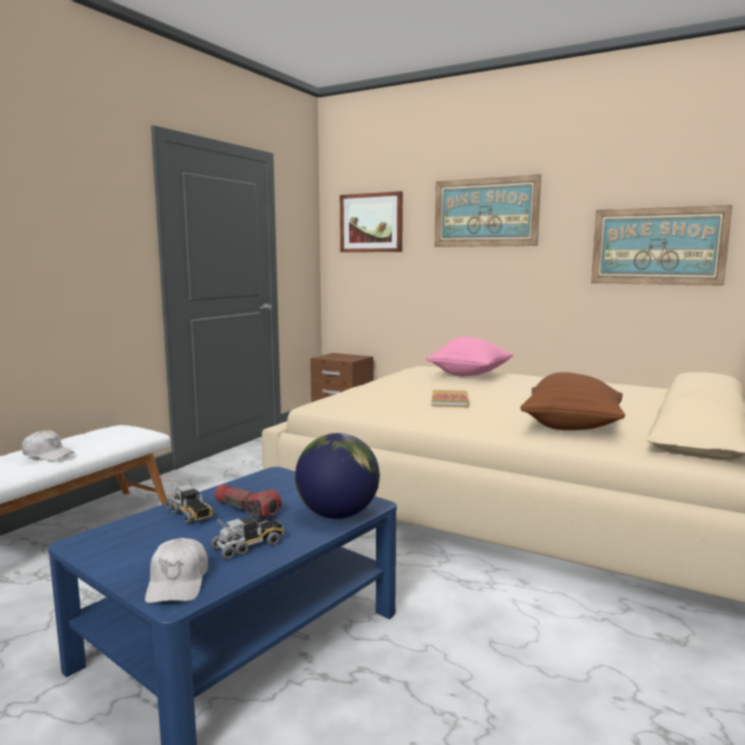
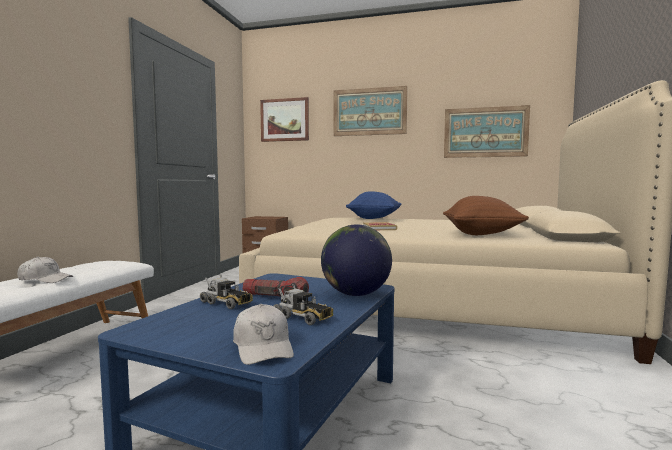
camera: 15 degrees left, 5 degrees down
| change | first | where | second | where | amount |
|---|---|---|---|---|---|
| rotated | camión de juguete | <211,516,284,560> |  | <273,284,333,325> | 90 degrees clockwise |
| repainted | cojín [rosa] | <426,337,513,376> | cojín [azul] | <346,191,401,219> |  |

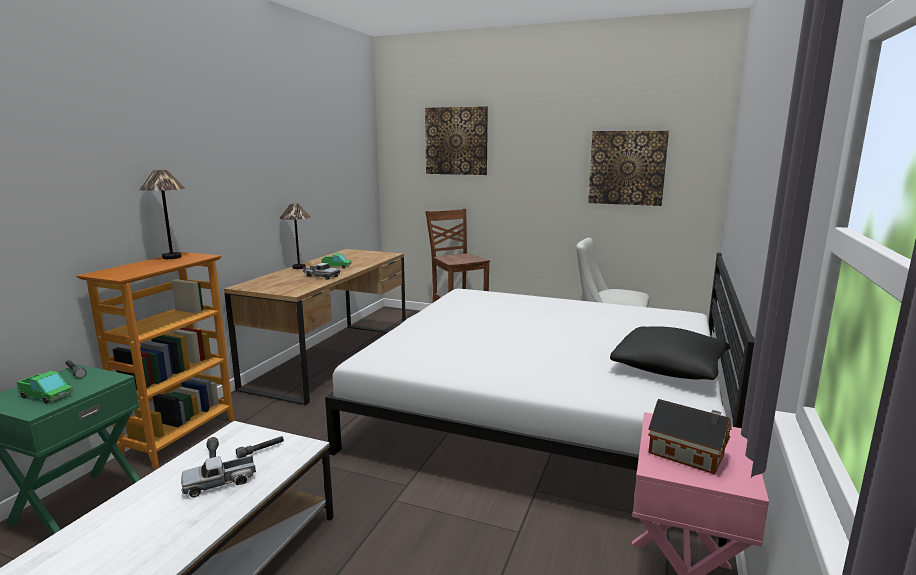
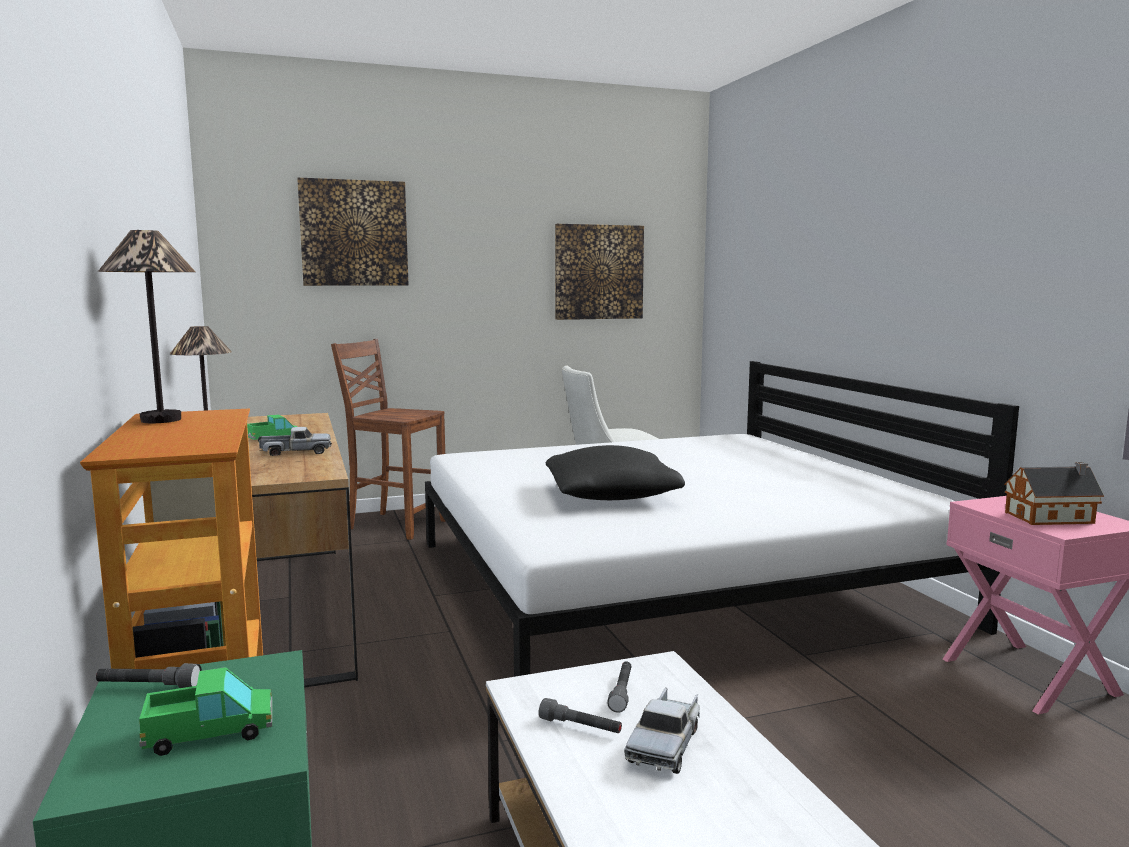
camera: 40 degrees left, 5 degrees down
| change | first | where | second | where | amount |
|---|---|---|---|---|---|
| shifted | cojín [negro] | <610,326,730,380> |  | <546,445,685,500> |  |

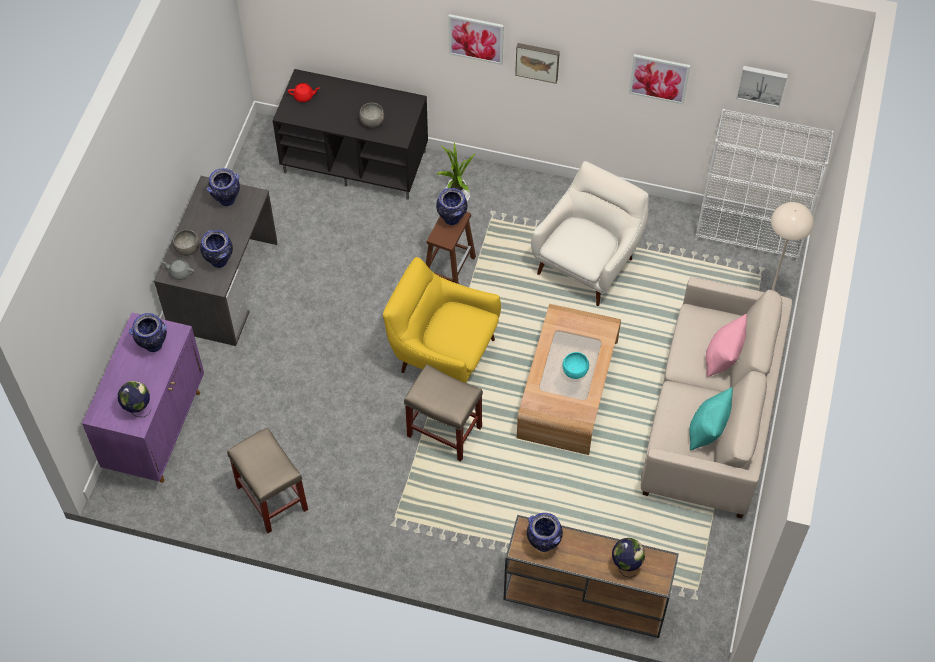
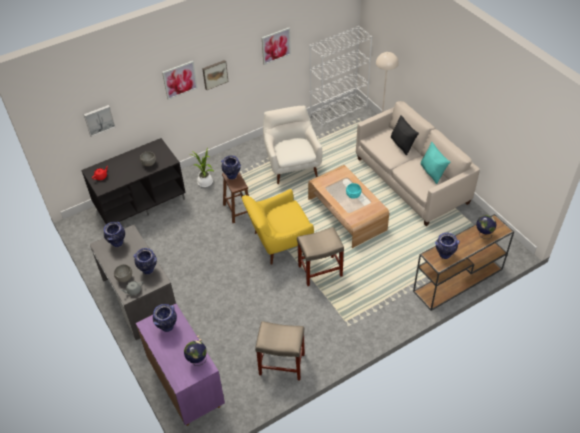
camera: 45 degrees left, 10 degrees down
| change | first | where | second | where | amount |
|---|---|---|---|---|---|
| repainted | cojín [rosa] | <706,314,747,377> | cojín [negro] | <391,115,419,155> |  |
| shifted | cuadro | <736,66,788,108> |  | <83,105,115,137> |  |

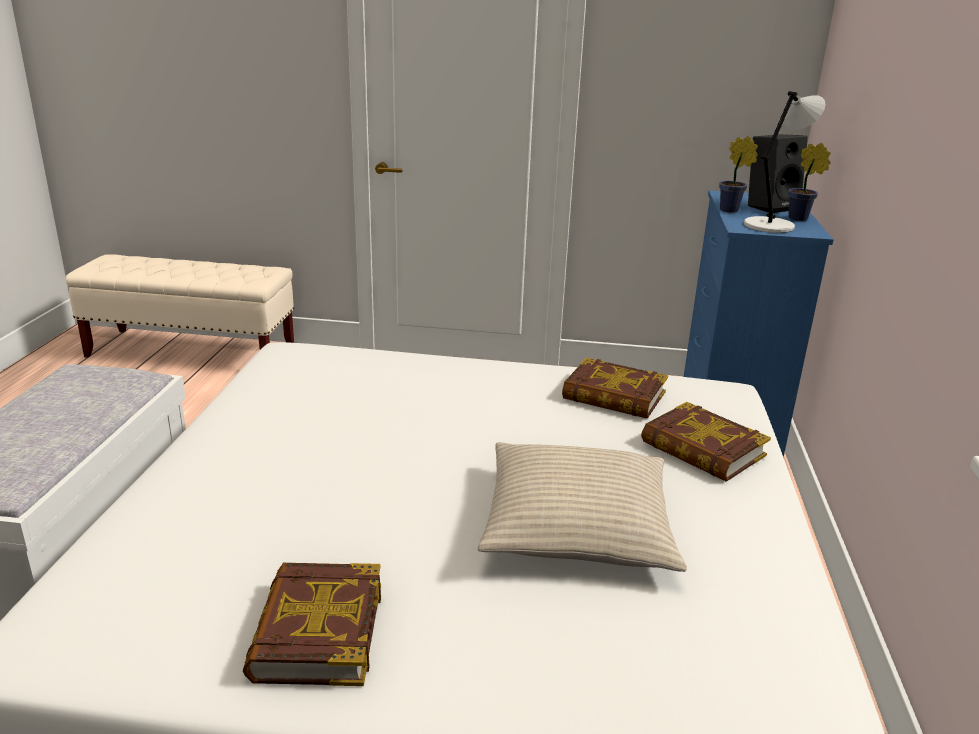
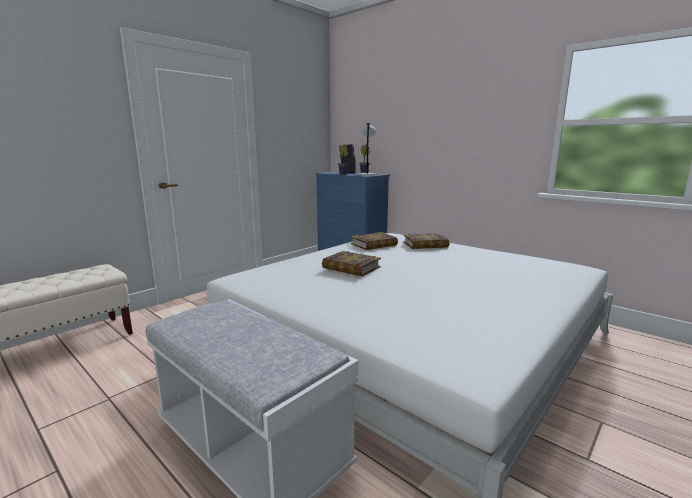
camera: 55 degrees left, 10 degrees down
| change | first | where | second | where | amount |
|---|---|---|---|---|---|
| shifted | libro | <243,563,381,686> |  | <322,251,381,276> |  |
| gone | cojín [beis] | <478,442,687,572> |  |  |  |

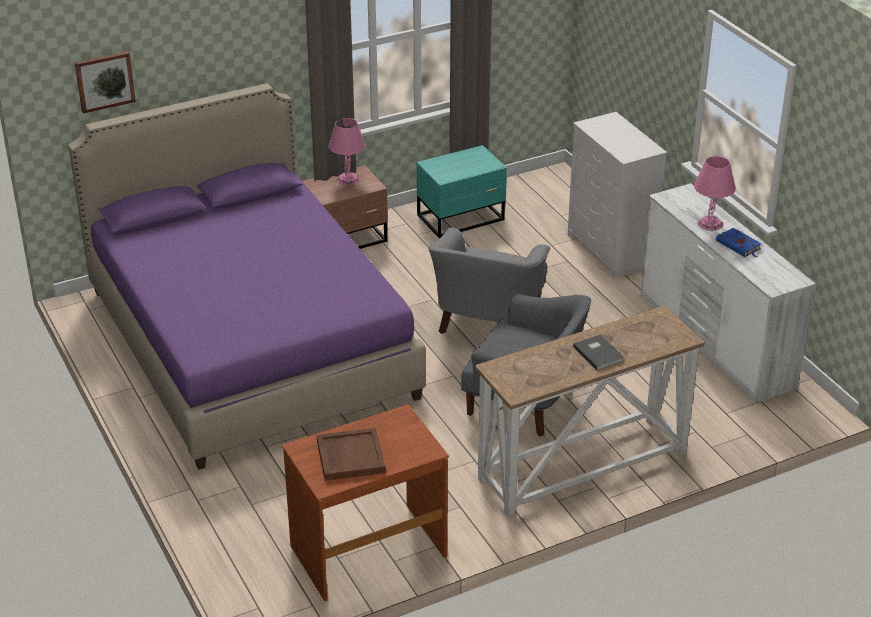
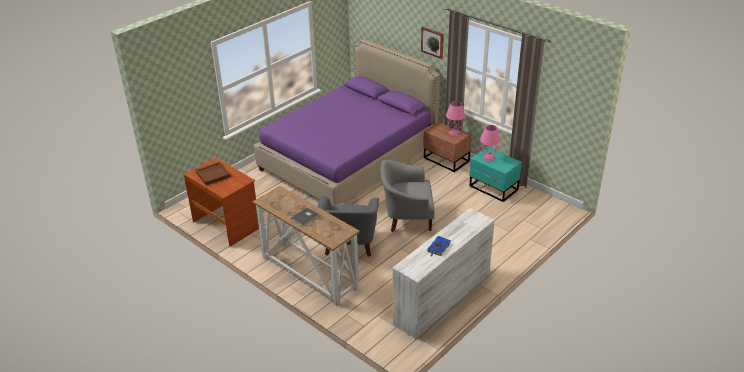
camera: 70 degrees right, 0 degrees up
| change | first | where | second | where | amount |
|---|---|---|---|---|---|
| shifted | cuadro | <75,51,136,114> |  | <421,27,444,59> |  |
| gone | cómoda [blanco] | <568,112,667,279> |  |  |  |
| shifted | lámpara de mesa [rosa] | <694,156,736,231> |  | <480,125,501,161> |  |

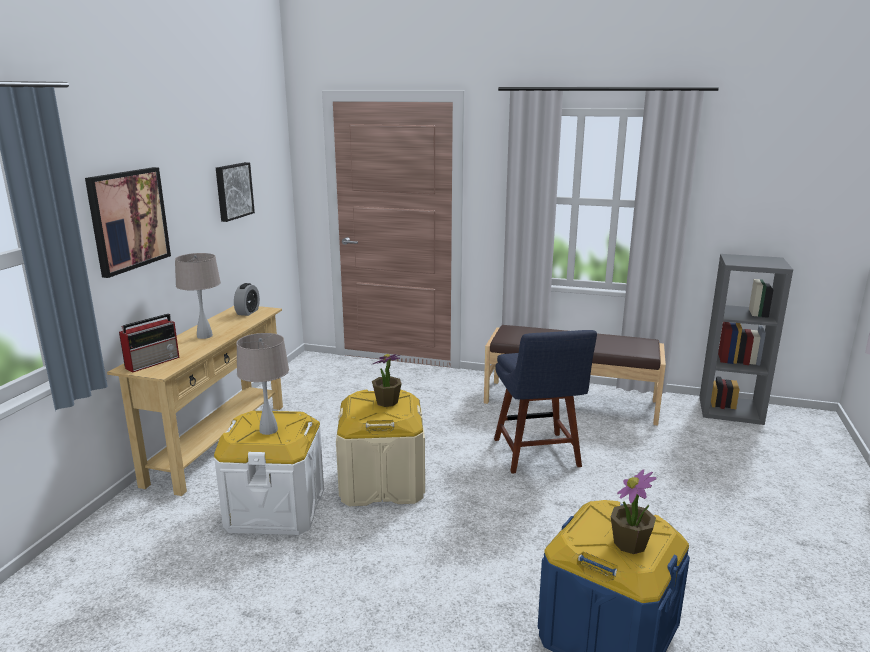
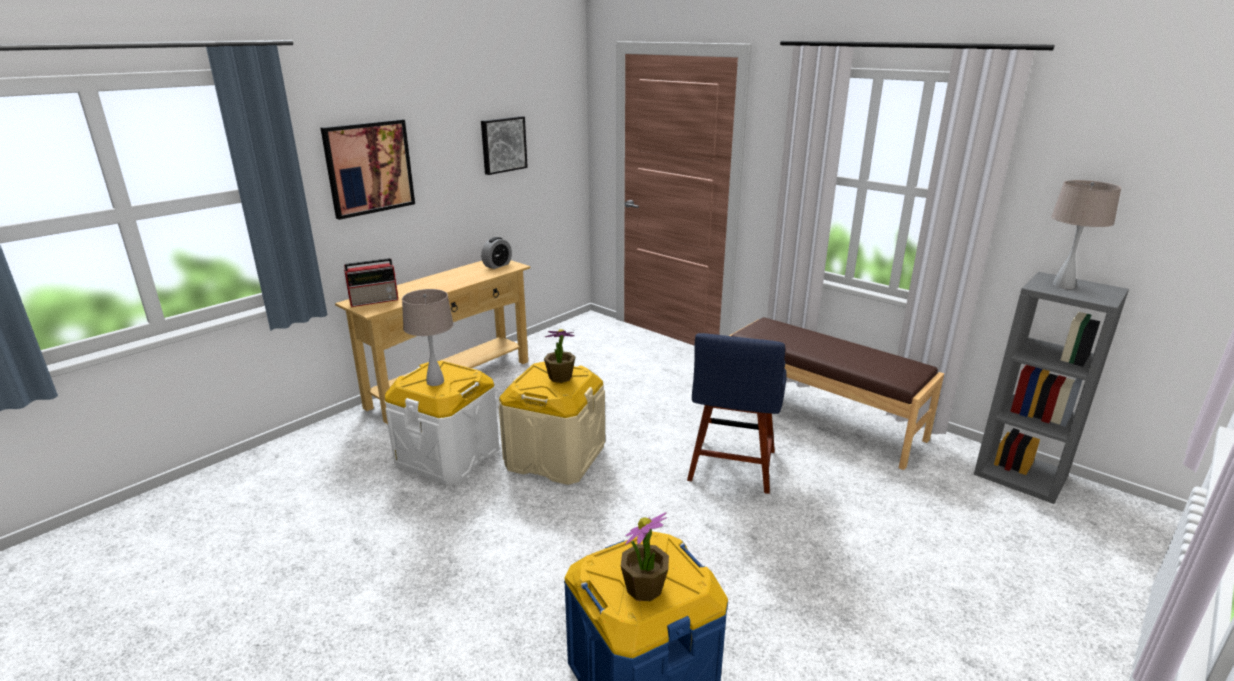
camera: 25 degrees right, 5 degrees up
| change | first | where | second | where | amount |
|---|---|---|---|---|---|
| shifted | lámpara de mesa [beis] | <175,253,221,339> |  | <1051,180,1122,289> |  |

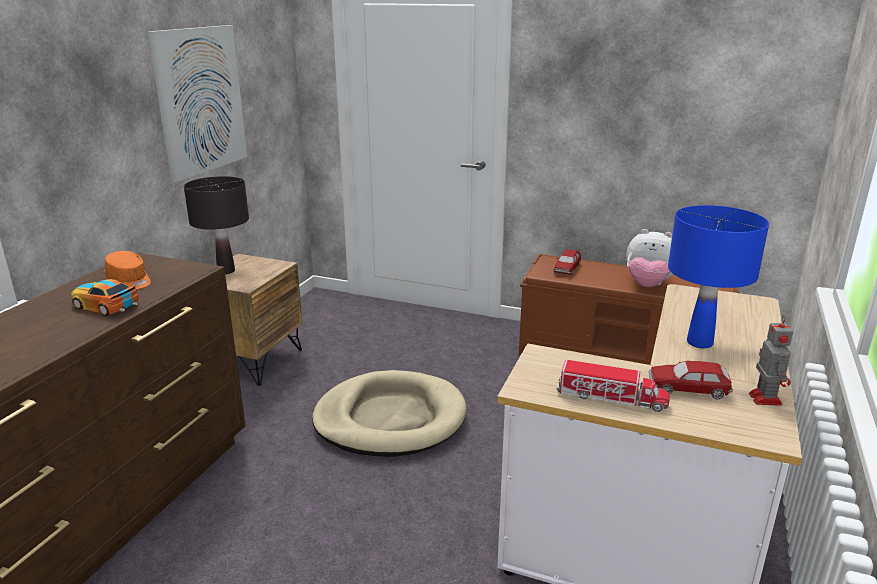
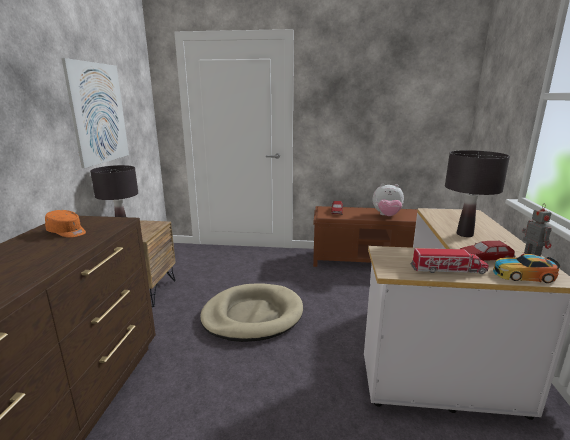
camera: 15 degrees left, 5 degrees down
| change | first | where | second | where | amount |
|---|---|---|---|---|---|
| shifted | coche de juguete | <71,279,138,316> |  | <493,254,560,283> |  |
| repainted | lámpara de mesa [azul] | <668,205,769,348> | lámpara de mesa [negro] | <445,150,510,237> |  |

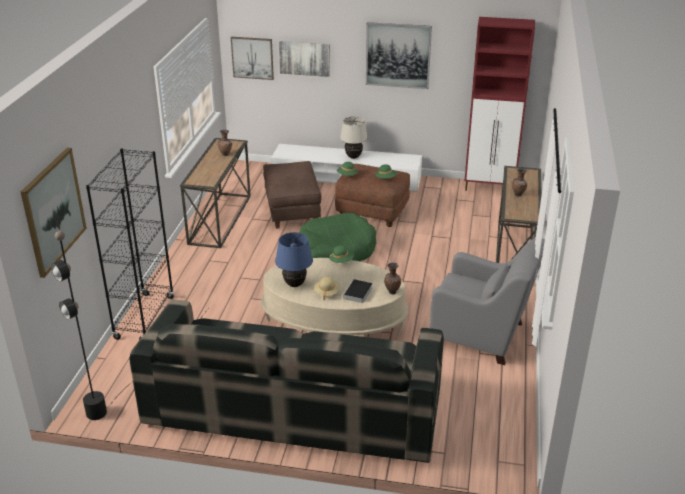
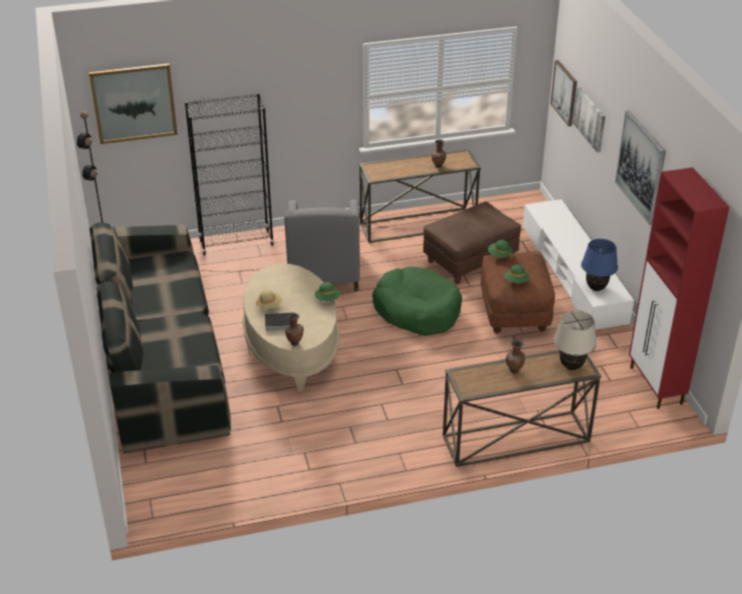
camera: 65 degrees right, 5 degrees up
| change | first | where | second | where | amount |
|---|---|---|---|---|---|
| shifted | lámpara de mesa [azul] | <275,232,313,287> |  | <581,239,618,291> |  |
| shifted | lámpara de mesa [beis] | <340,117,368,159> |  | <554,310,596,370> |  |
| shifted | sillón [gris] | <430,238,545,365> |  | <284,200,360,291> |  |

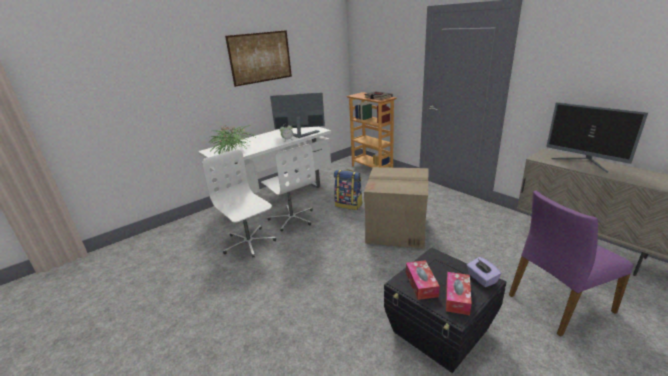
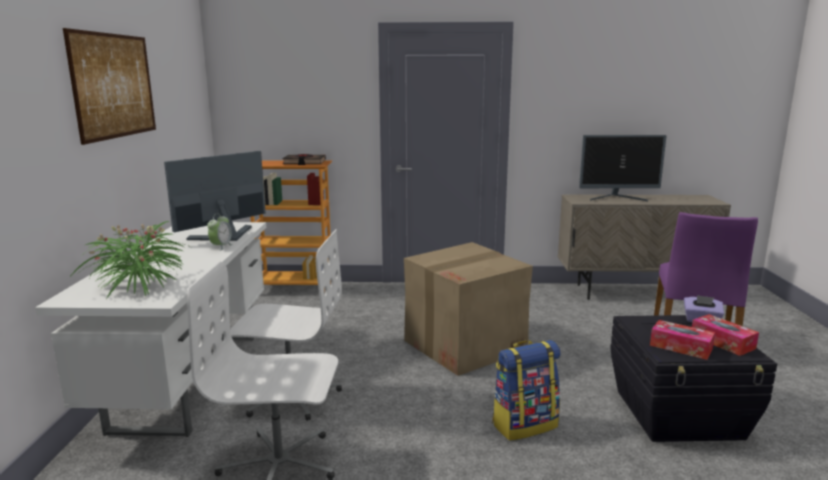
camera: 50 degrees left, 10 degrees down
| change | first | where | second | where | amount |
|---|---|---|---|---|---|
| shifted | mochila | <334,169,363,210> |  | <492,340,560,441> |  |

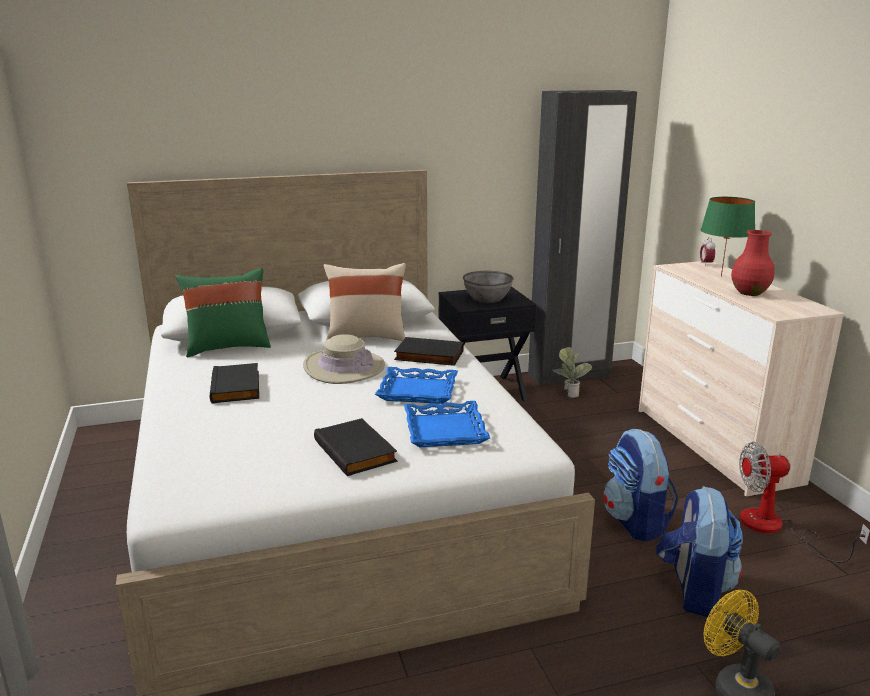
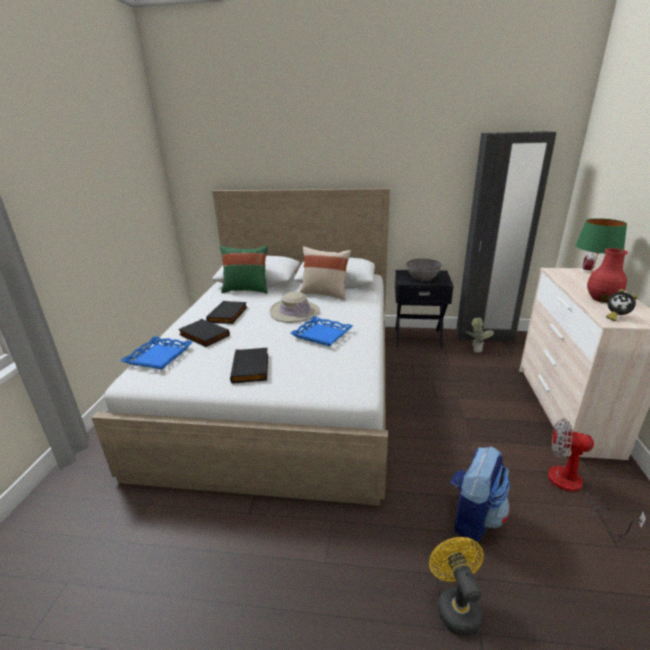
camera: 25 degrees right, 5 degrees up
| change | first | where | second | where | amount |
|---|---|---|---|---|---|
| shifted | libro [negro] | <394,337,464,366> |  | <178,319,230,347> |  |
| shifted | bandeja [azul] | <404,401,490,447> |  | <120,336,192,369> |  |
| gone | mochila | <603,429,678,542> |  |  |  |
| new |  |  | despertador | <606,289,638,321> |  |

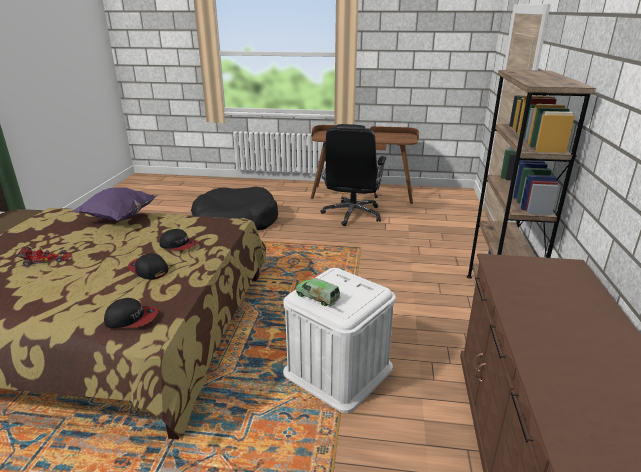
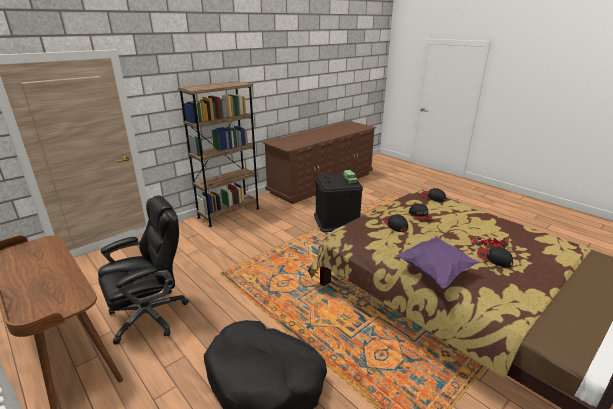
camera: 140 degrees left, 0 degrees up
| change | first | where | second | where | amount |
|---|---|---|---|---|---|
| repainted | caja de almacenaje [blanco] | <283,268,396,413> | caja de almacenaje [negro] | <314,173,363,232> |  |
| new |  |  | gorra | <477,247,513,268> |  |

